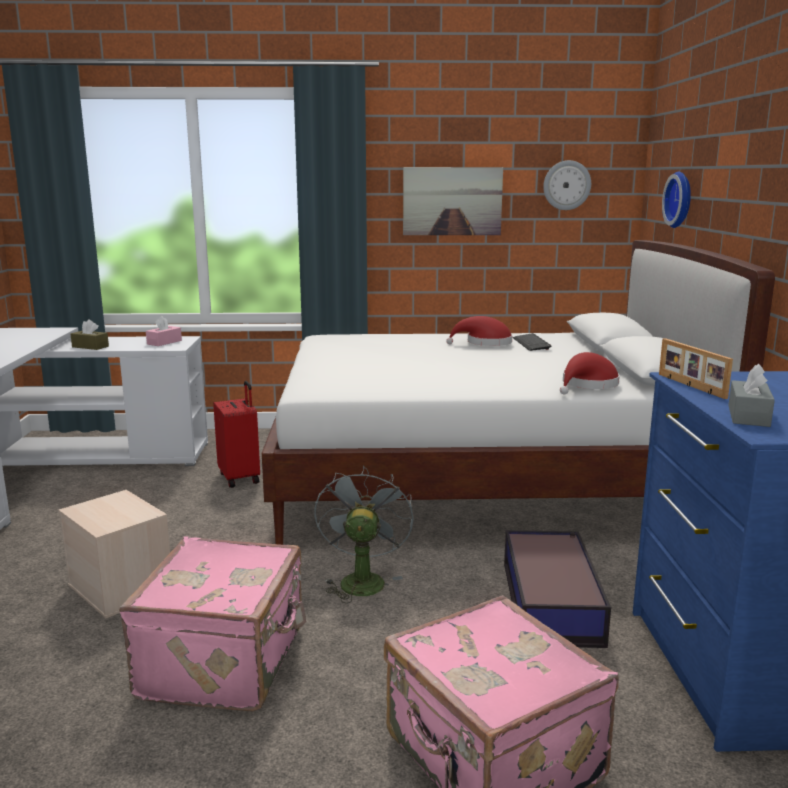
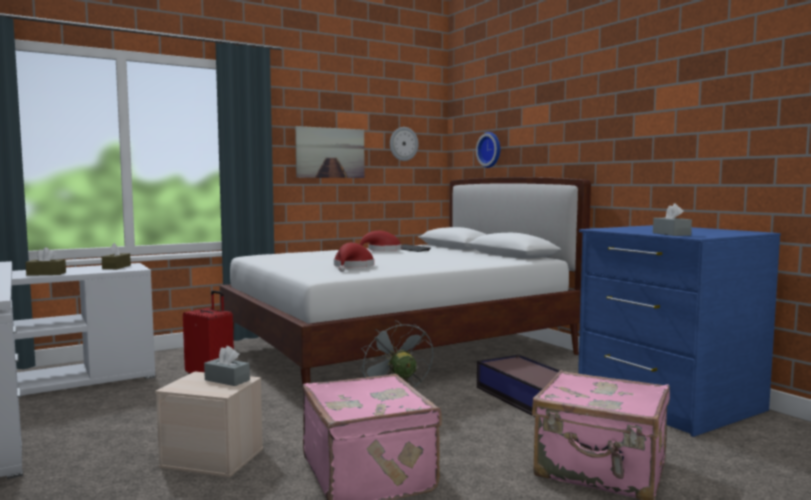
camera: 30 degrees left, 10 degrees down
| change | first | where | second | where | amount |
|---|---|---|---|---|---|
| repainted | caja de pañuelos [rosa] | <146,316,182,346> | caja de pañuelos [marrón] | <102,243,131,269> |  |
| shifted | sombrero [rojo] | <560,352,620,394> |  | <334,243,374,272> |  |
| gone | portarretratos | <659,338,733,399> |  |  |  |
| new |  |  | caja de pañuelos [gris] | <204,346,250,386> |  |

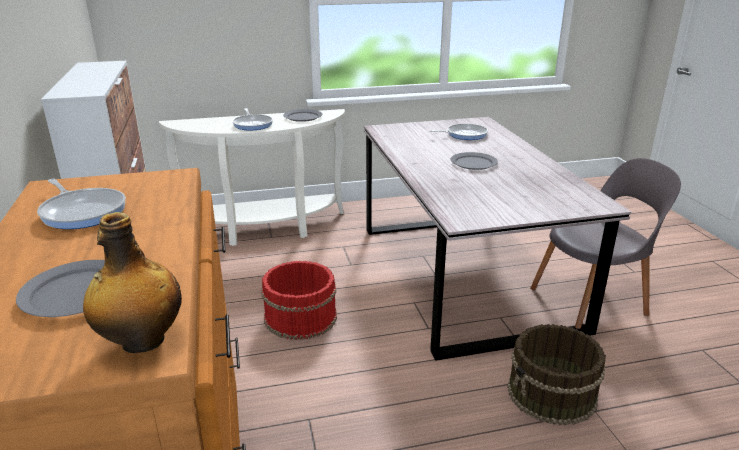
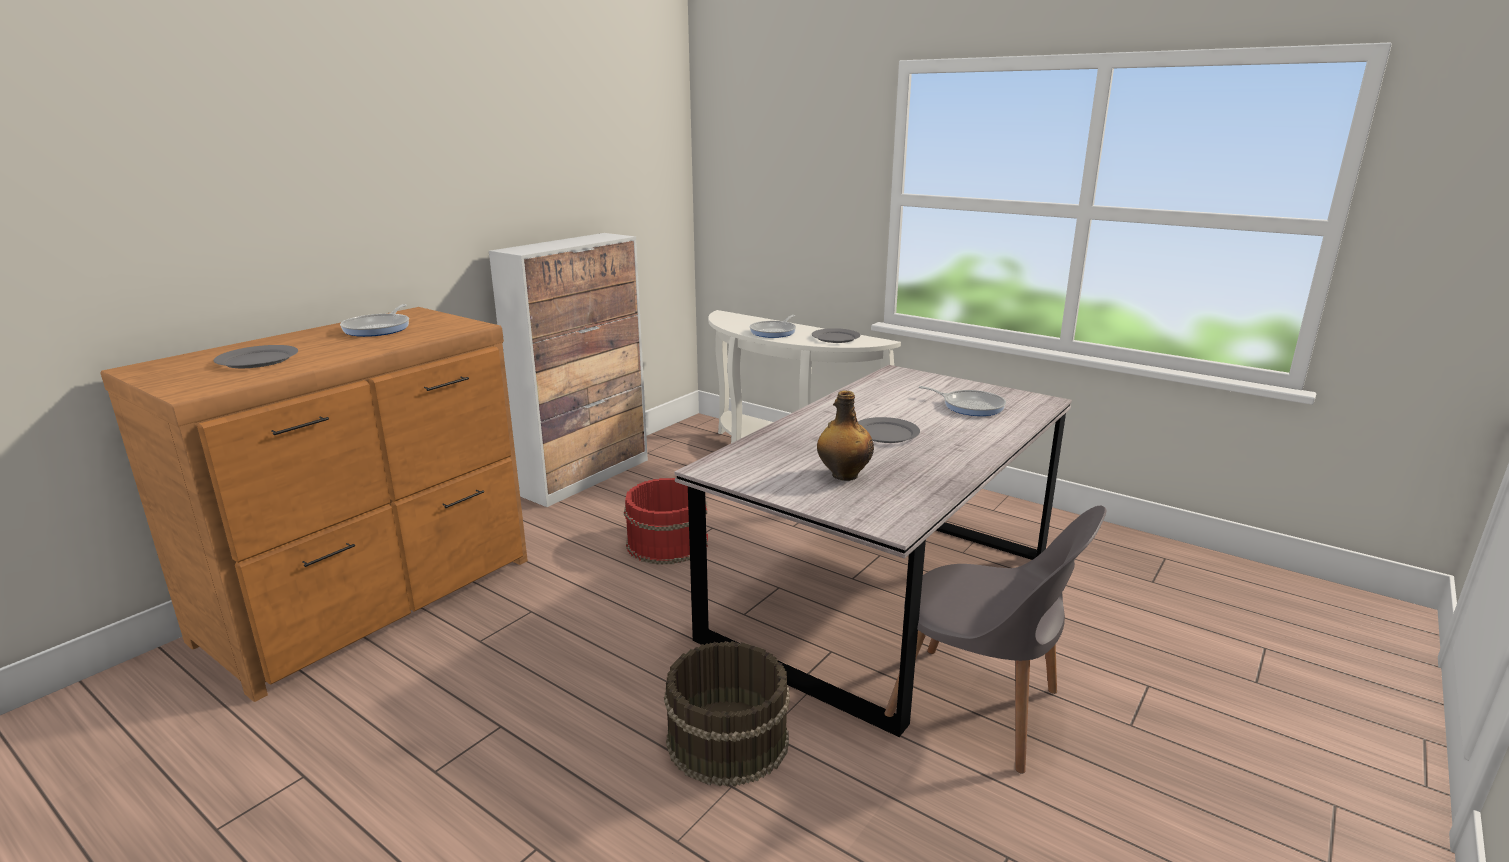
camera: 50 degrees right, 5 degrees down
| change | first | where | second | where | amount |
|---|---|---|---|---|---|
| shifted | botella | <83,212,182,353> |  | <817,390,874,481> |  |

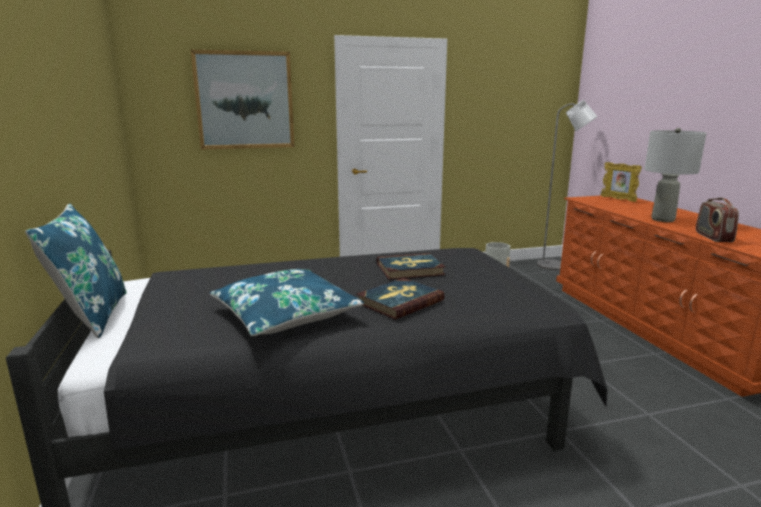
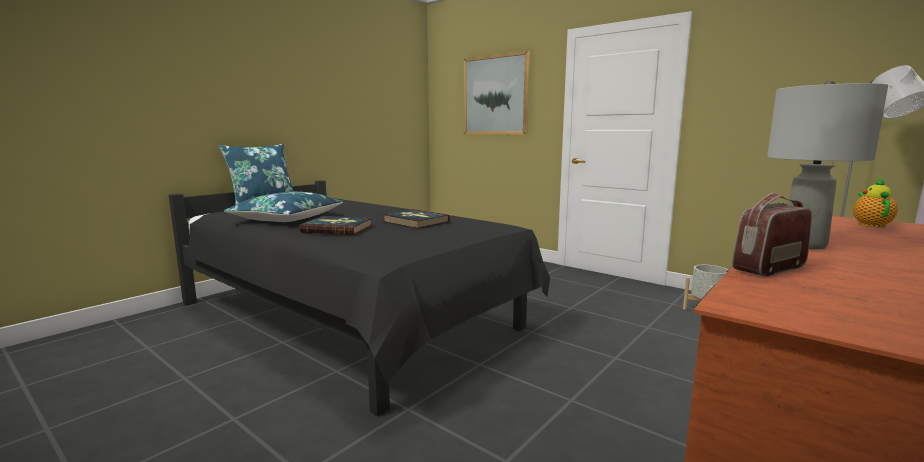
camera: 55 degrees right, 5 degrees down
| change | first | where | second | where | amount |
|---|---|---|---|---|---|
| swapped | portarretratos | <601,162,642,202> | tetera | <853,178,898,227> |  |

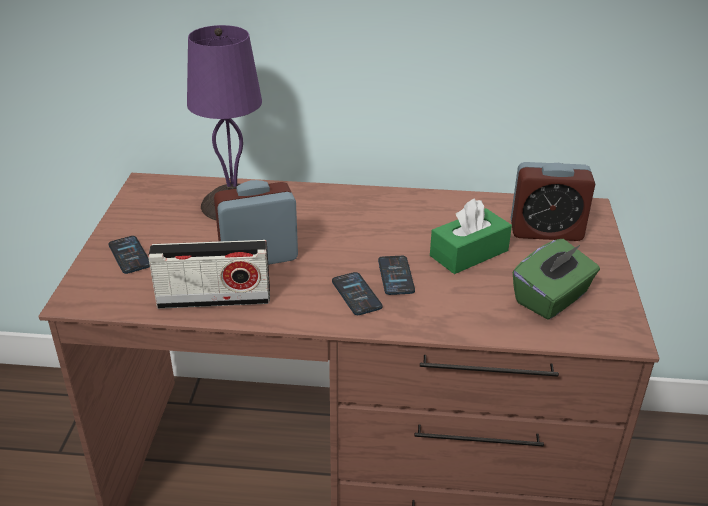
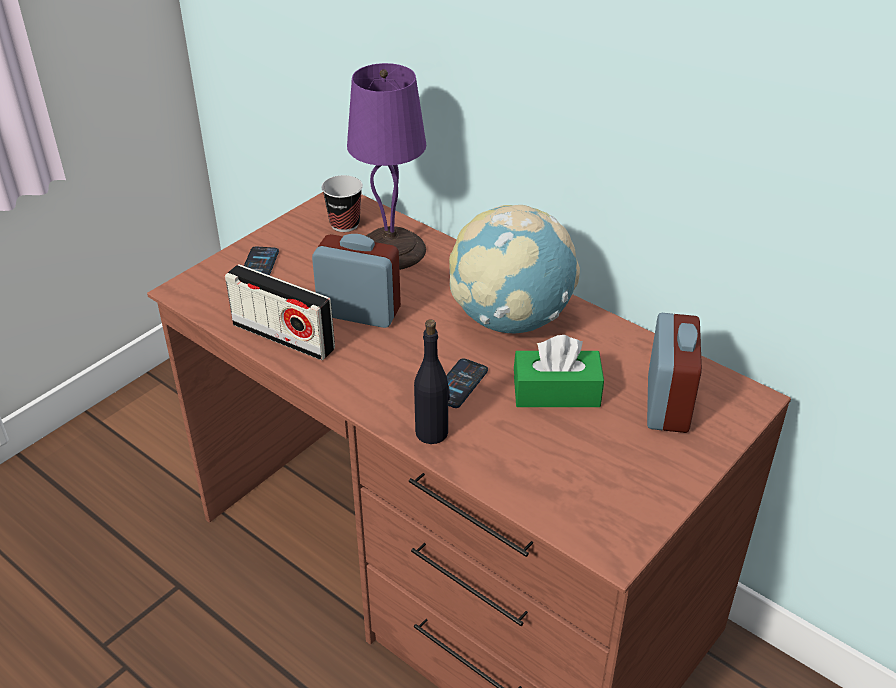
camera: 35 degrees right, 5 degrees up
| change | first | where | second | where | amount |
|---|---|---|---|---|---|
| gone | móvil | <332,272,382,315> |  |  |  |
| rotated | despertador | <511,162,595,241> |  | <647,313,702,433> | 120 degrees counterclockwise |
| gone | caja de pañuelos [verde] | <513,239,600,320> |  |  |  |
| new |  |  | taza | <321,175,363,232> |  |
| new |  |  | botella [negro] | <414,319,450,444> |  |
| new |  |  | globo terráqueo | <449,205,580,333> |  |

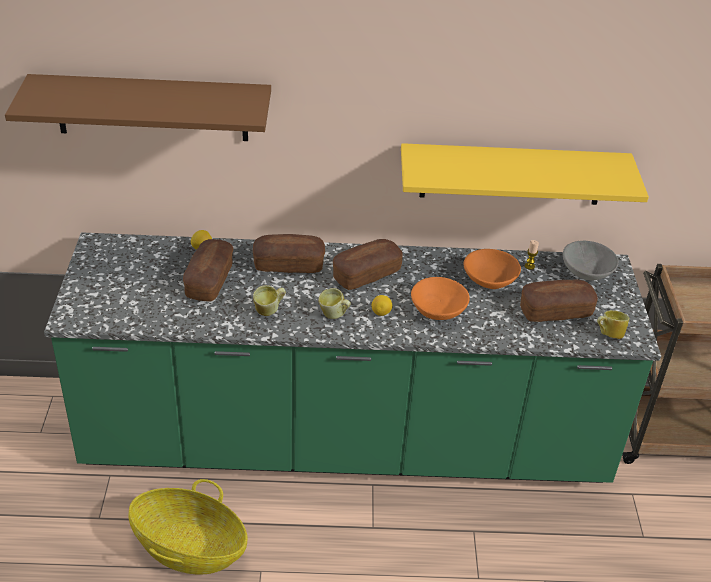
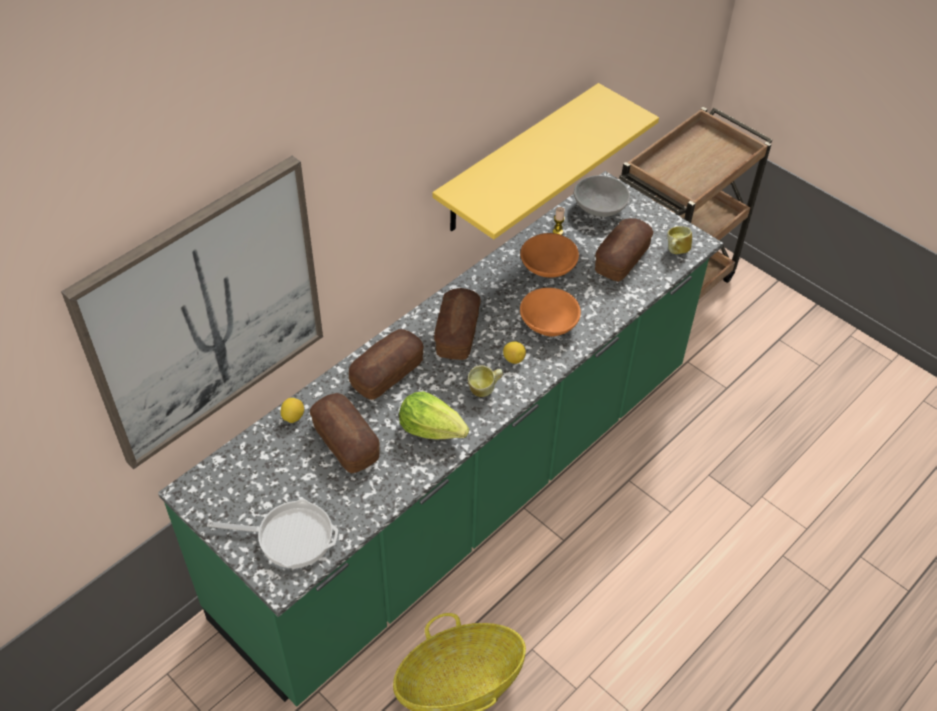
camera: 45 degrees left, 10 degrees up
| change | first | where | second | where | amount |
|---|---|---|---|---|---|
| swapped | estante [marrón] | <5,74,271,141> | cuadro | <61,156,323,469> |  |
| swapped | taza grande | <253,285,286,316> | lechuga | <399,391,469,439> |  |
| new |  |  | sartén | <207,499,338,568> |  |

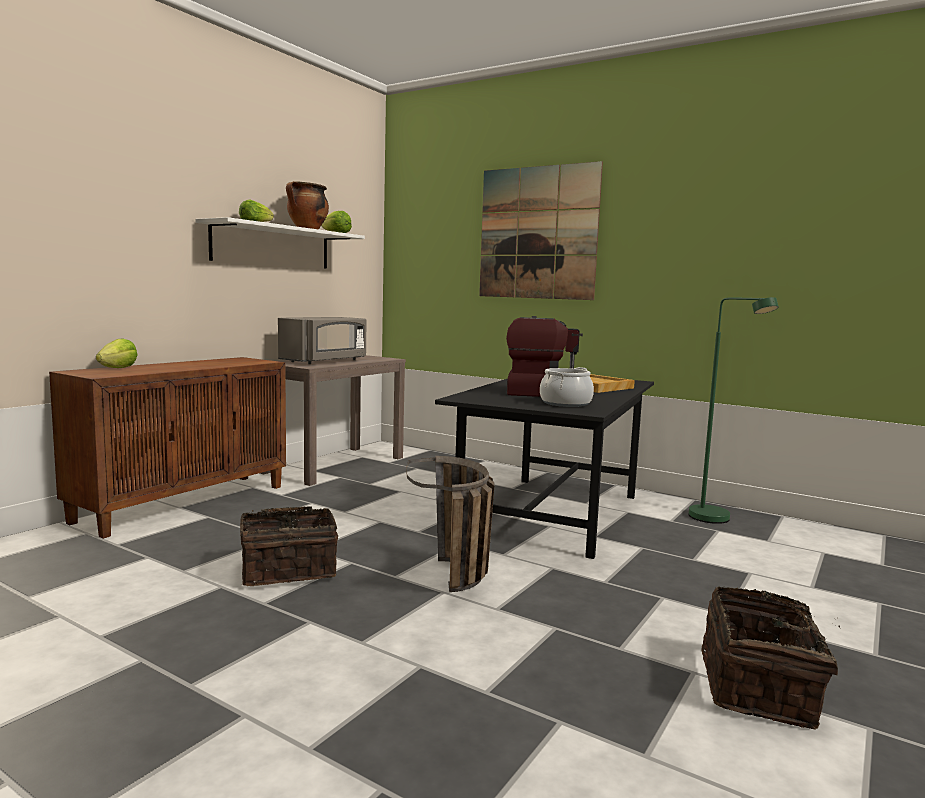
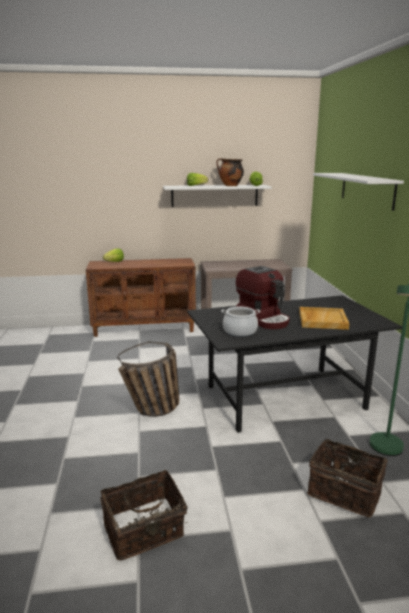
camera: 50 degrees right, 10 degrees up
| change | first | where | second | where | amount |
|---|---|---|---|---|---|
| shifted | cesta | <240,506,338,586> |  | <307,436,388,517> |  |
| gone | microondas [gris] | <278,317,367,364> |  |  |  |
| swapped | cuadro | <479,161,603,300> | estante [blanco] | <313,173,404,211> |  |

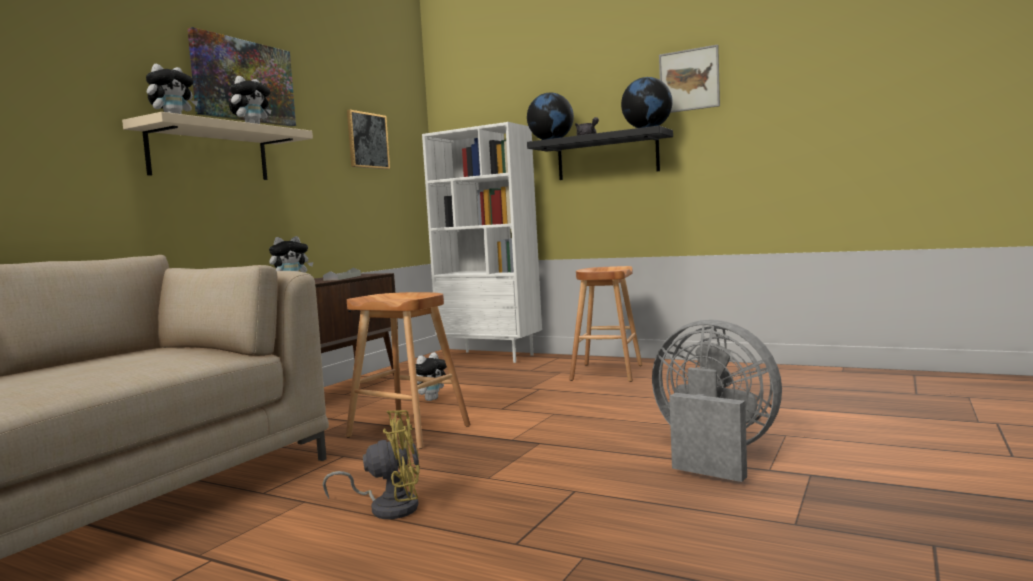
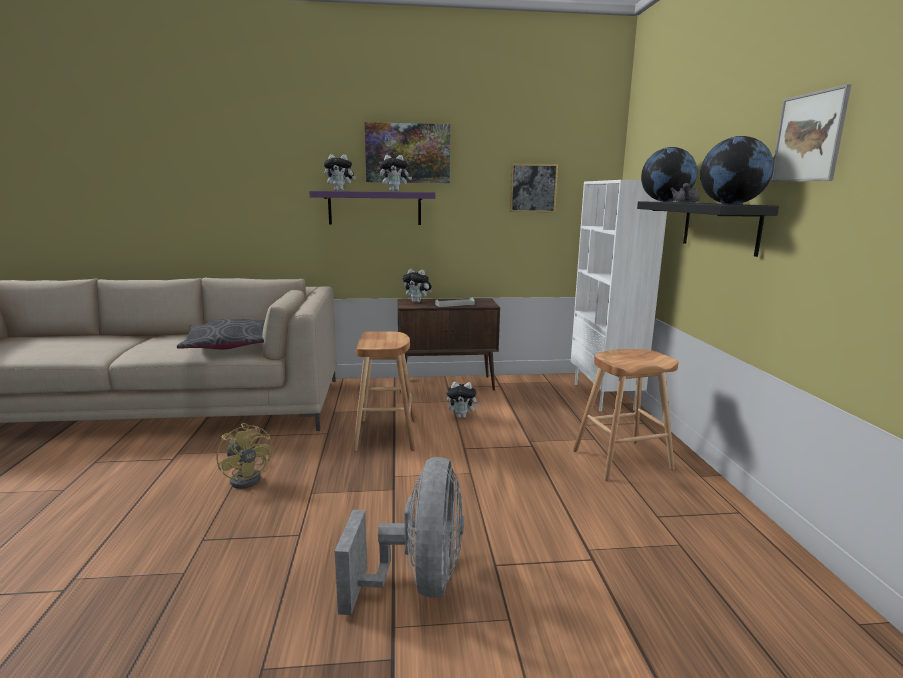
camera: 55 degrees right, 10 degrees up
| change | first | where | second | where | amount |
|---|---|---|---|---|---|
| repainted | estante [beis] | <122,112,313,180> | estante [morado] | <309,191,435,225> |  |
| new |  |  | cojín [gris] | <177,319,265,349> |  |

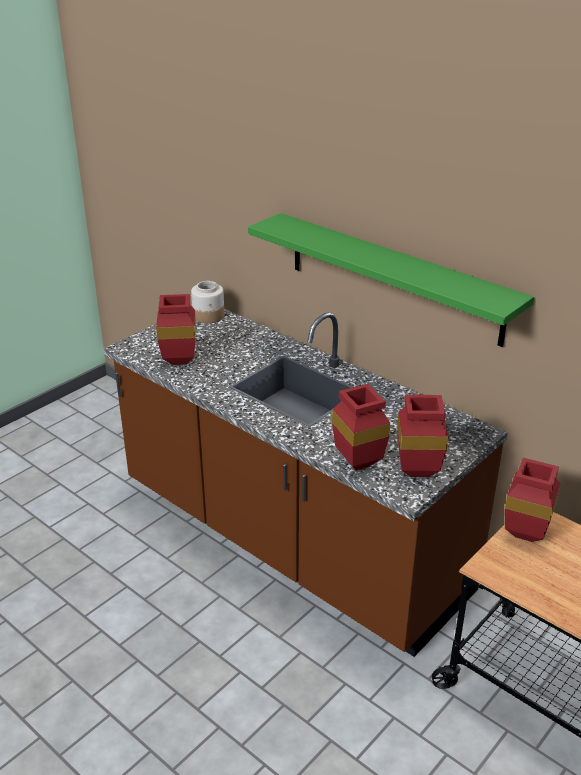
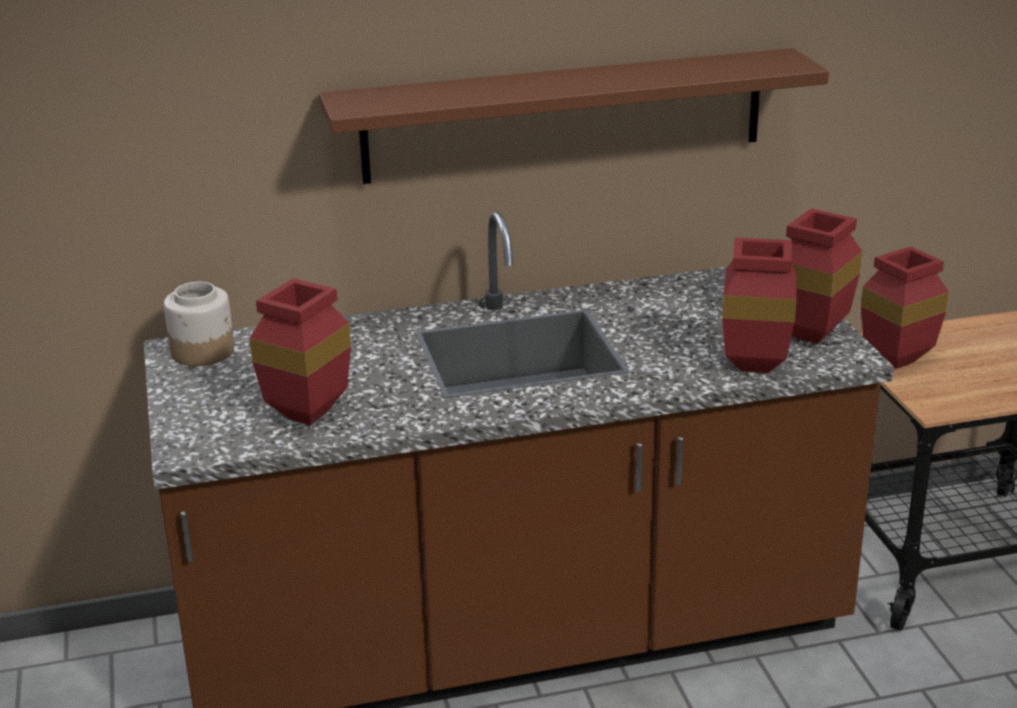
camera: 55 degrees left, 5 degrees down
| change | first | where | second | where | amount |
|---|---|---|---|---|---|
| repainted | estante [verde] | <248,213,534,347> | estante [marrón] | <319,48,829,184> |  |

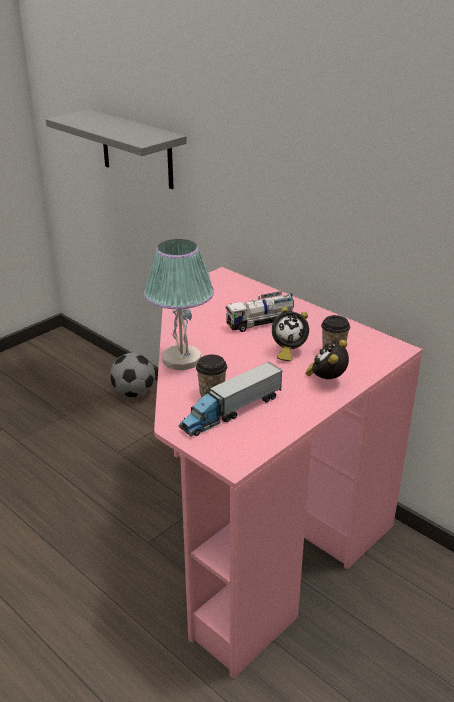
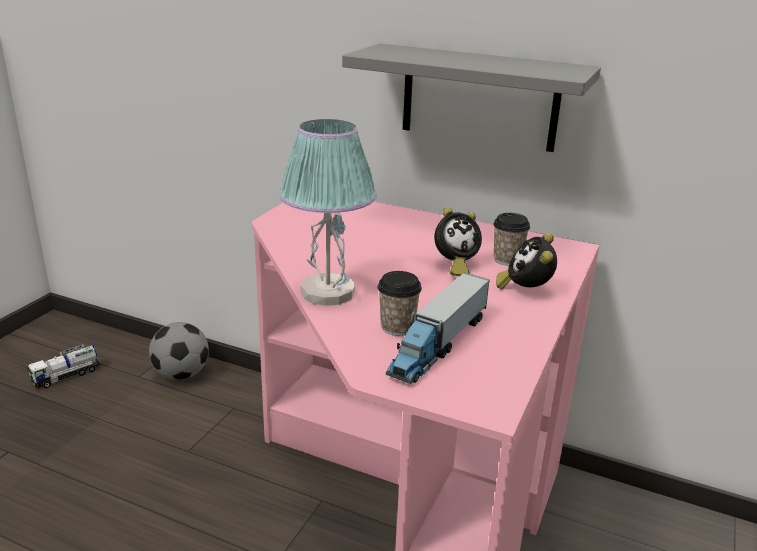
camera: 20 degrees left, 5 degrees down
| change | first | where | second | where | amount |
|---|---|---|---|---|---|
| shifted | estante [gris] | <46,109,187,189> |  | <342,43,601,152> |  |
| shifted | camión de juguete | <225,291,294,332> |  | <27,344,101,388> |  |

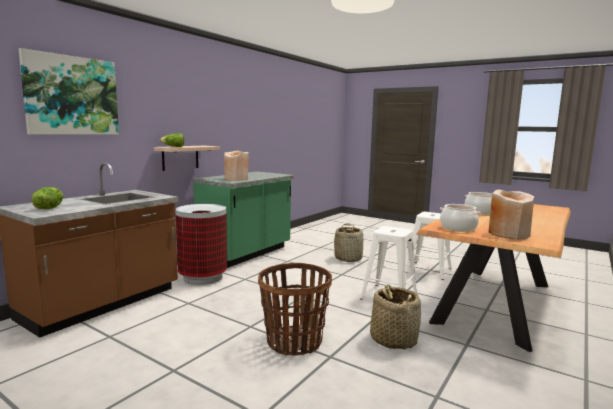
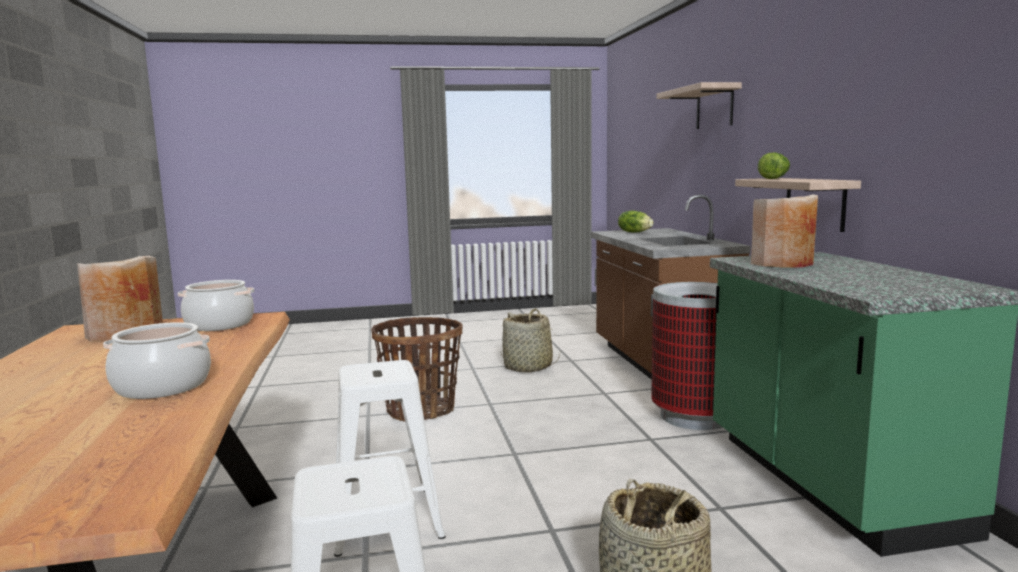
camera: 135 degrees right, 0 degrees up
| change | first | where | second | where | amount |
|---|---|---|---|---|---|
| swapped | cuadro | <18,48,119,134> | estante | <656,82,742,129> |  |
| shifted | cesta | <370,284,421,350> |  | <501,308,560,372> |  |

